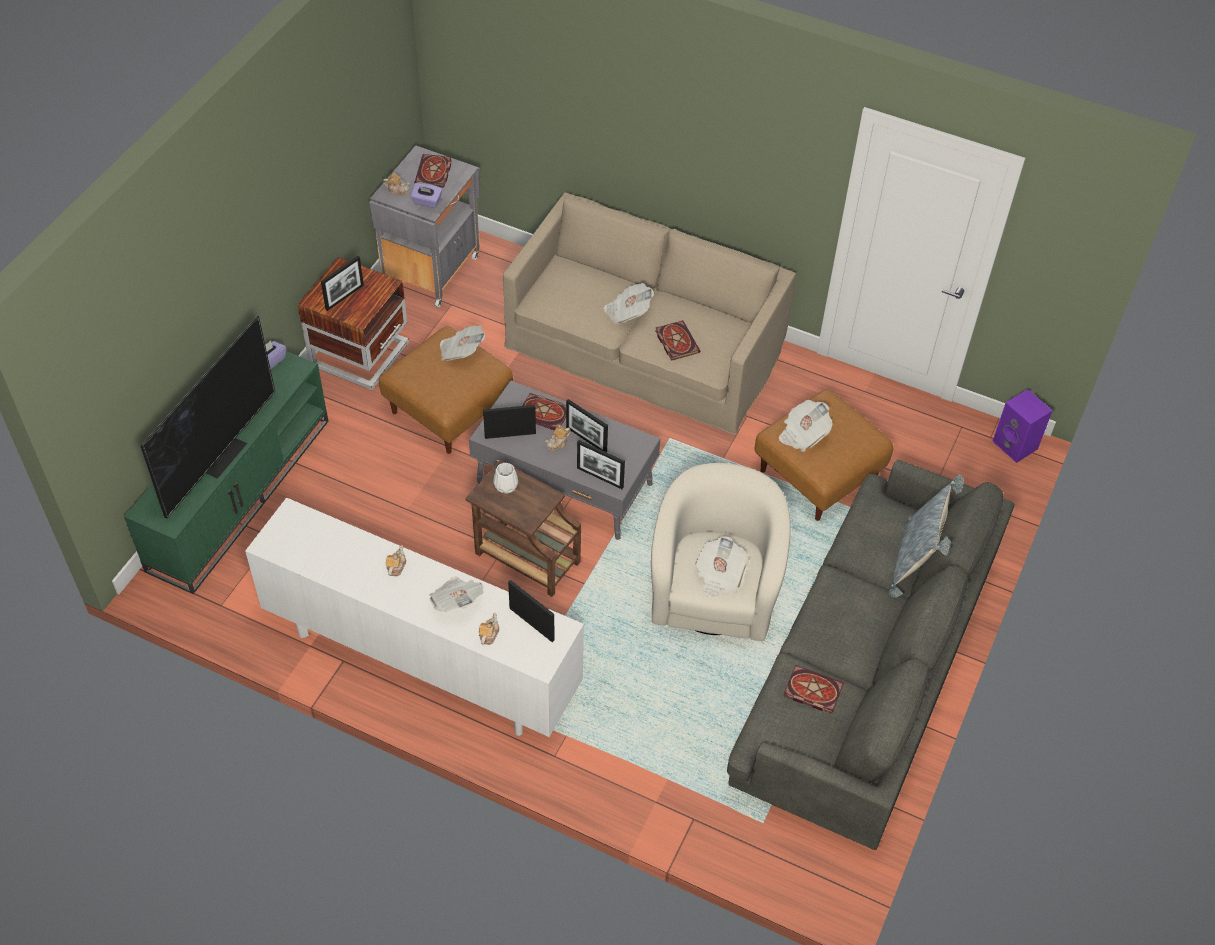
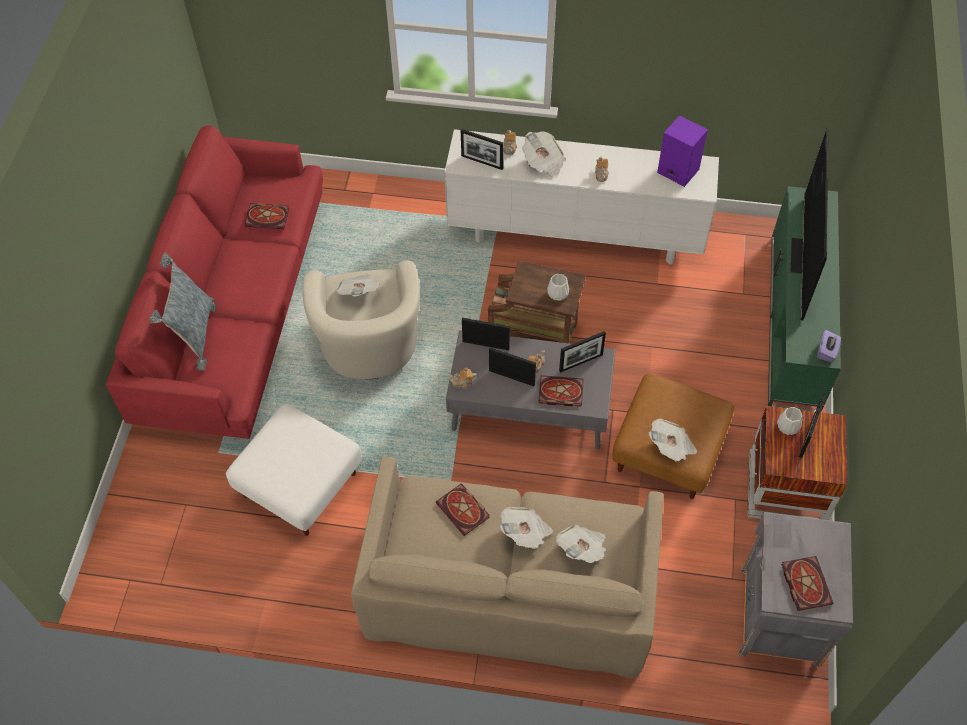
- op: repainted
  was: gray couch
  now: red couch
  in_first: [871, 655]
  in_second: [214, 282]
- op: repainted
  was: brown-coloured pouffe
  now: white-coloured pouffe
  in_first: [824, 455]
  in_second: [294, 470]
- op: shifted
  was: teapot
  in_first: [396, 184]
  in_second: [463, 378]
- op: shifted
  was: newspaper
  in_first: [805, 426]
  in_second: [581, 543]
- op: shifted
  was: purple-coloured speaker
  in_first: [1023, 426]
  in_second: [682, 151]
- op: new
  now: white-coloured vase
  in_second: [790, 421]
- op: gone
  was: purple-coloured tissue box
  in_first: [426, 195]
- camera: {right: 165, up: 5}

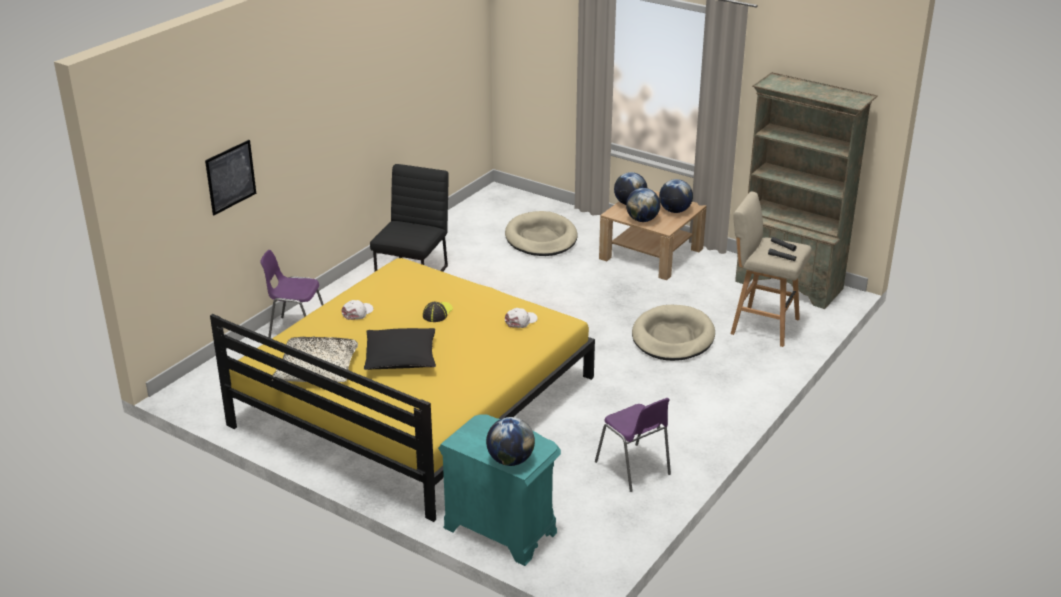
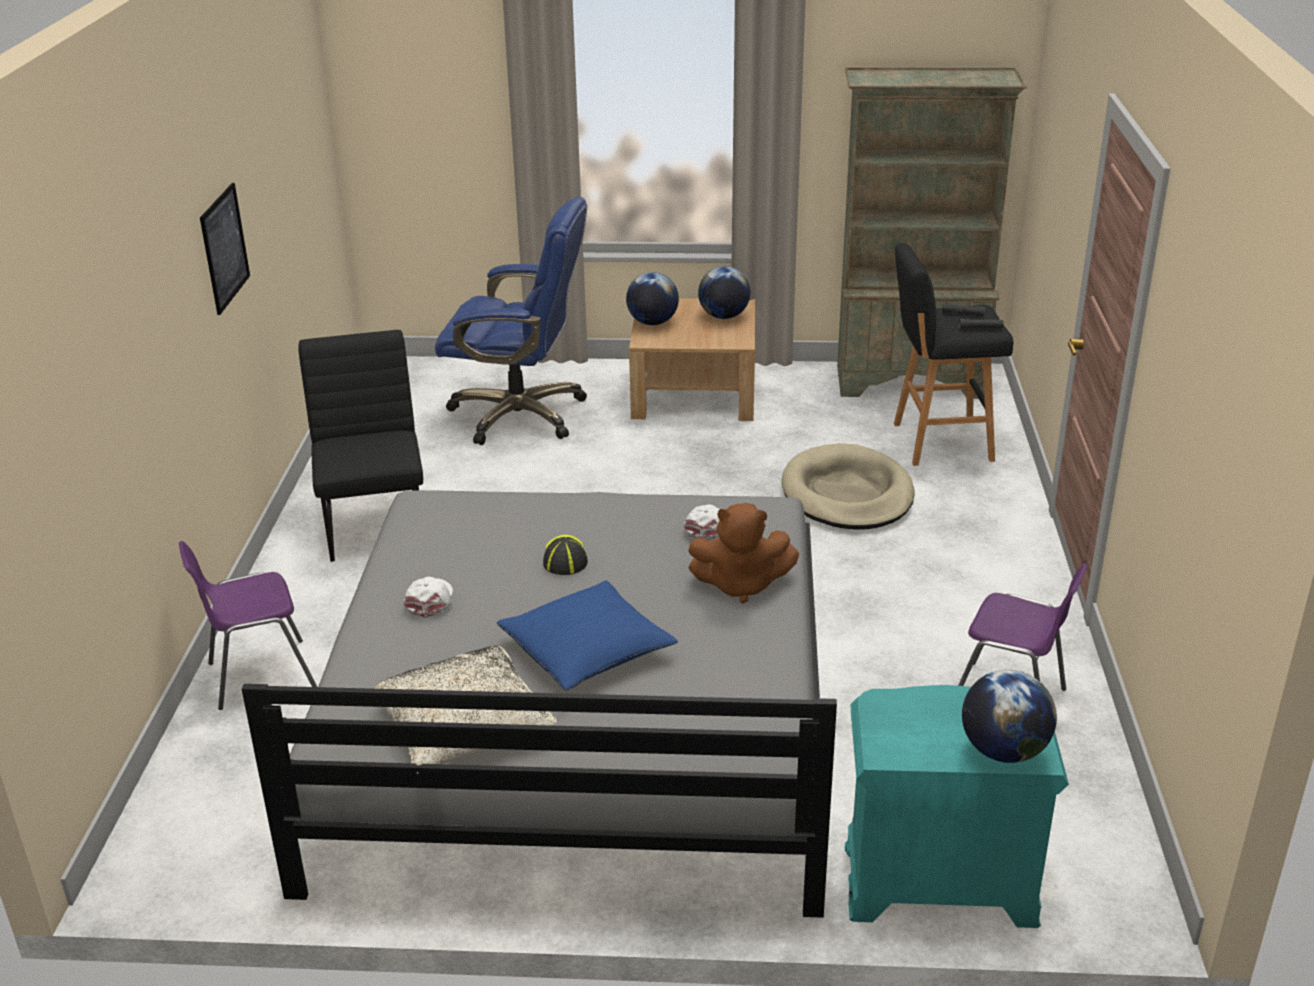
- op: shifted
  was: picture
  in_first: [230, 177]
  in_second: [225, 249]
- op: repainted
  was: yellowish sleeping bed
  now: gray sleeping bed
  in_first: [402, 390]
  in_second: [539, 704]
- op: swapped
  was: beige-coloured pet bed
  now: blue desk chair
  in_first: [541, 233]
  in_second: [511, 321]
- op: repainted
  was: black pillow
  now: blue pillow
  in_first: [400, 349]
  in_second: [587, 635]
- op: new
  now: brown-coloured soft toy
  in_second: [743, 553]
- op: repainted
  was: beige-coloured stool seat
  now: black stool seat
  in_first: [771, 269]
  in_second: [953, 354]
- op: gone
  was: desk globe
  in_first: [643, 205]
- camera: {right: -30, up: 0}

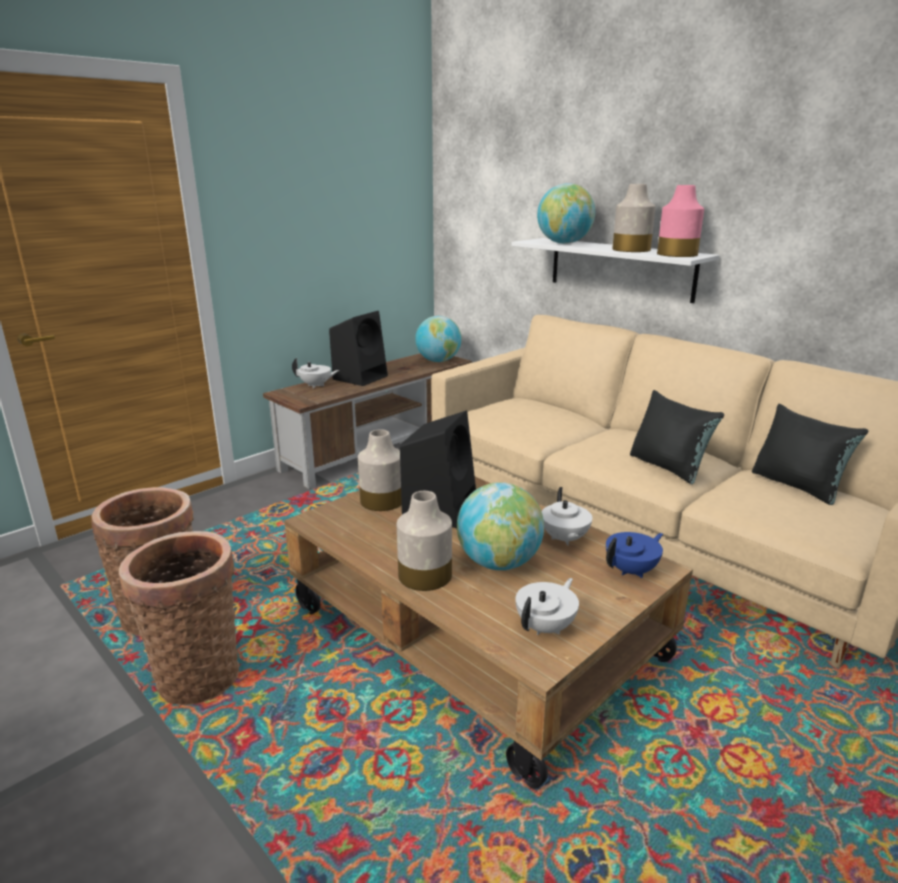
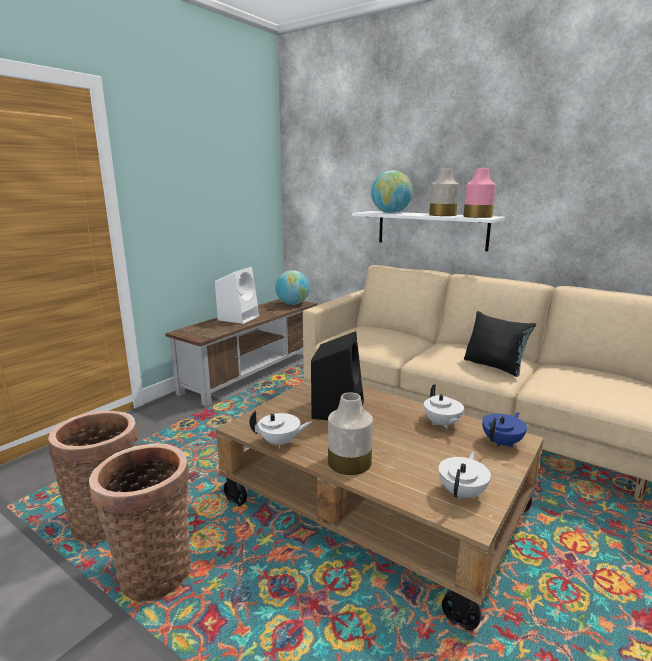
- op: repainted
  was: black speaker
  now: white-coloured speaker
  in_first: [358, 348]
  in_second: [237, 295]
- op: shifted
  was: white-coloured teapot
  in_first: [315, 373]
  in_second: [280, 429]
- op: gone
  was: beige-coloured vase
  in_first: [380, 470]
- op: gone
  was: desk globe
  in_first: [500, 526]
- op: gone
  was: black pillow
  in_first: [810, 454]
- camera: {right: -10, up: -5}

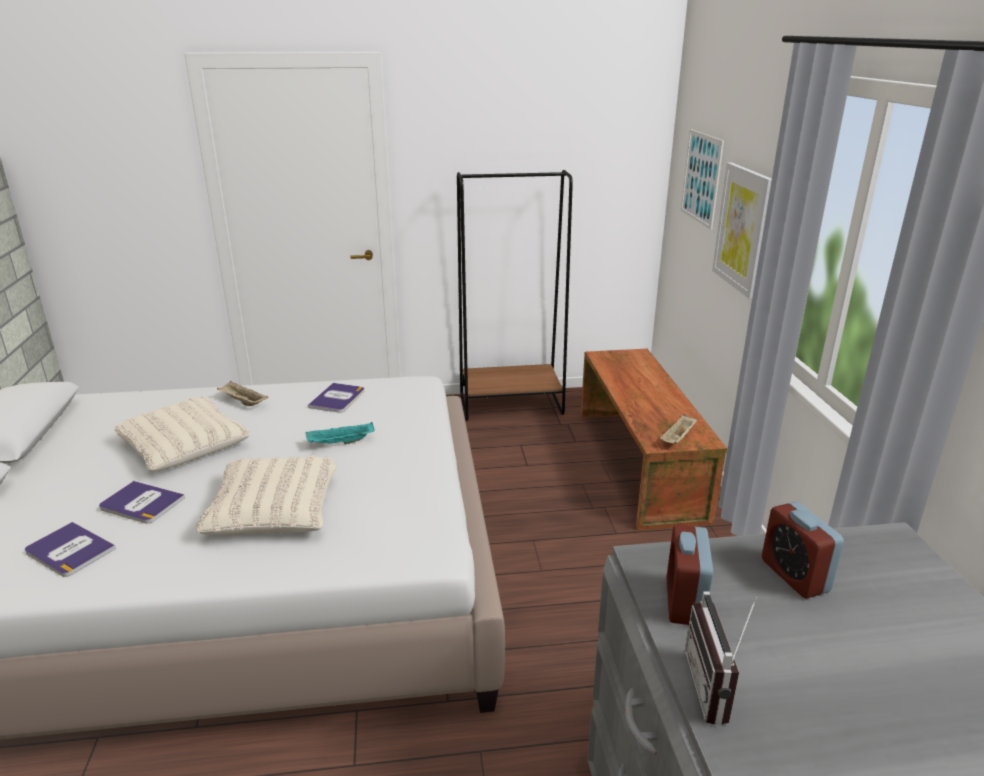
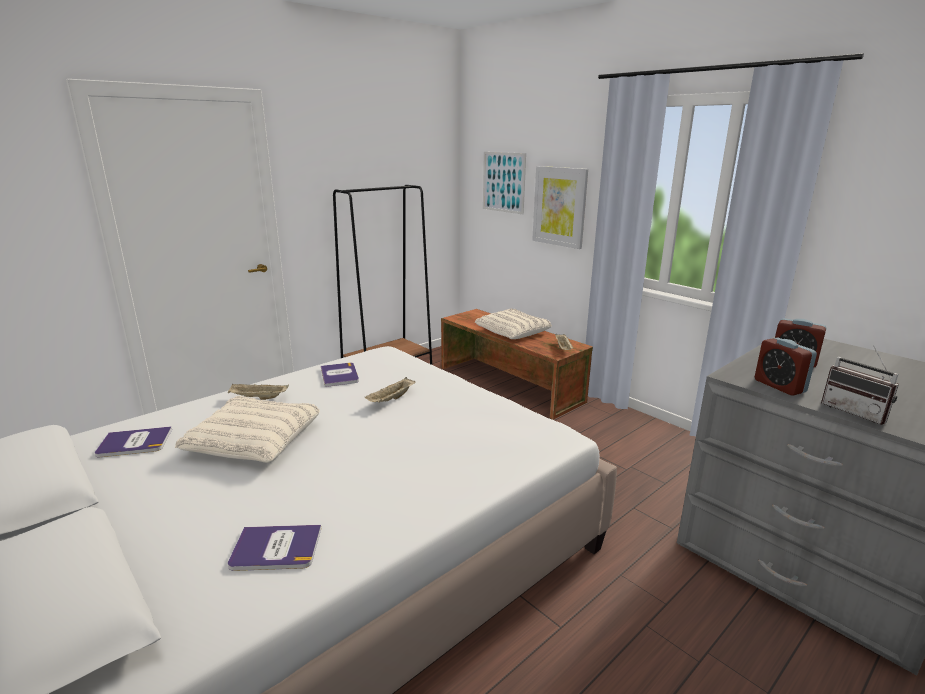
- op: shifted
  was: book
  in_first: [142, 502]
  in_second: [133, 441]
- op: repainted
  was: turquoise serving tray
  now: beige-coloured serving tray
  in_first: [339, 433]
  in_second: [390, 389]
- op: shifted
  was: beige-coloured pillow
  in_first: [266, 495]
  in_second: [513, 323]
- camera: {right: -35, up: -5}

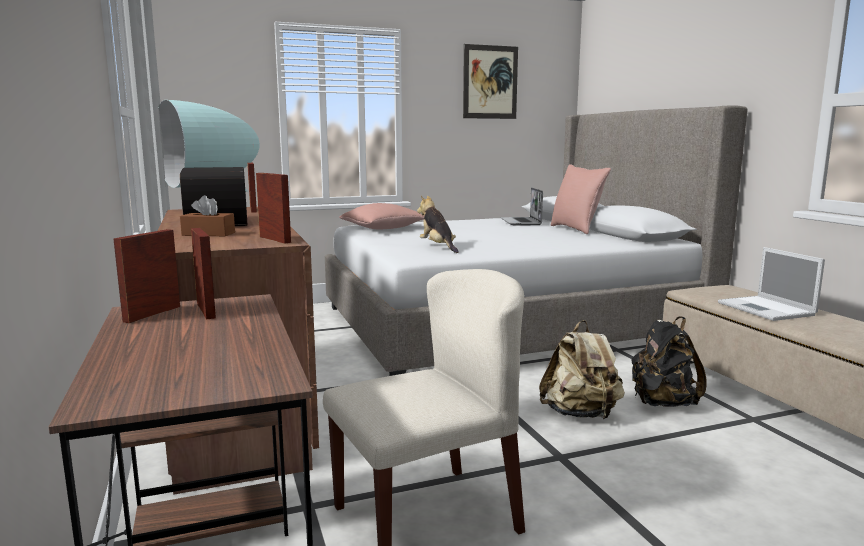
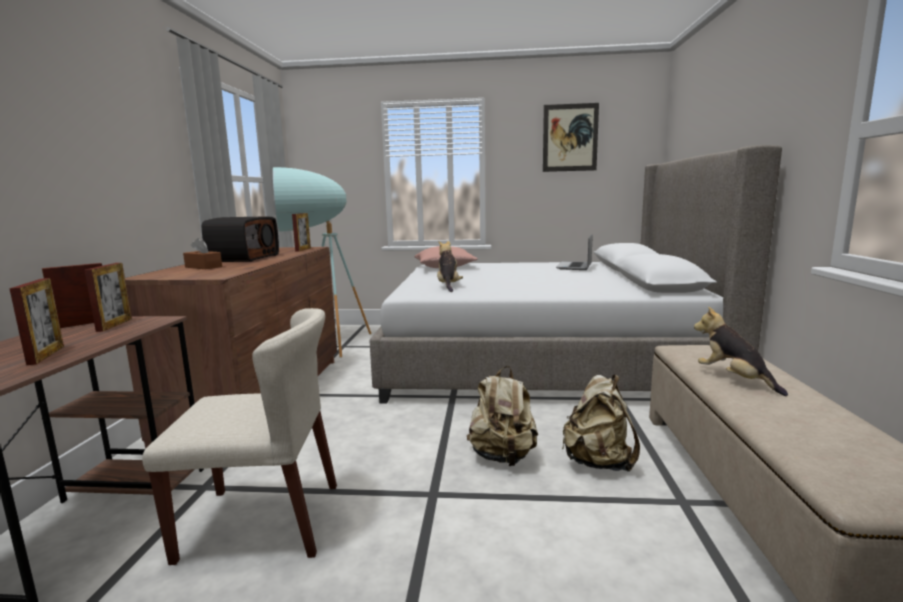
- op: shifted
  was: photo frame
  in_first: [273, 208]
  in_second: [36, 321]
- op: repainted
  was: black knapsack
  now: beige-coloured knapsack
  in_first: [668, 362]
  in_second: [601, 423]
- op: swapped
  was: portable computer
  now: soft toy
  in_first: [771, 284]
  in_second: [741, 351]
- op: gone
  was: pink-coloured pillow
  in_first: [581, 199]
- camera: {right: 25, up: 0}

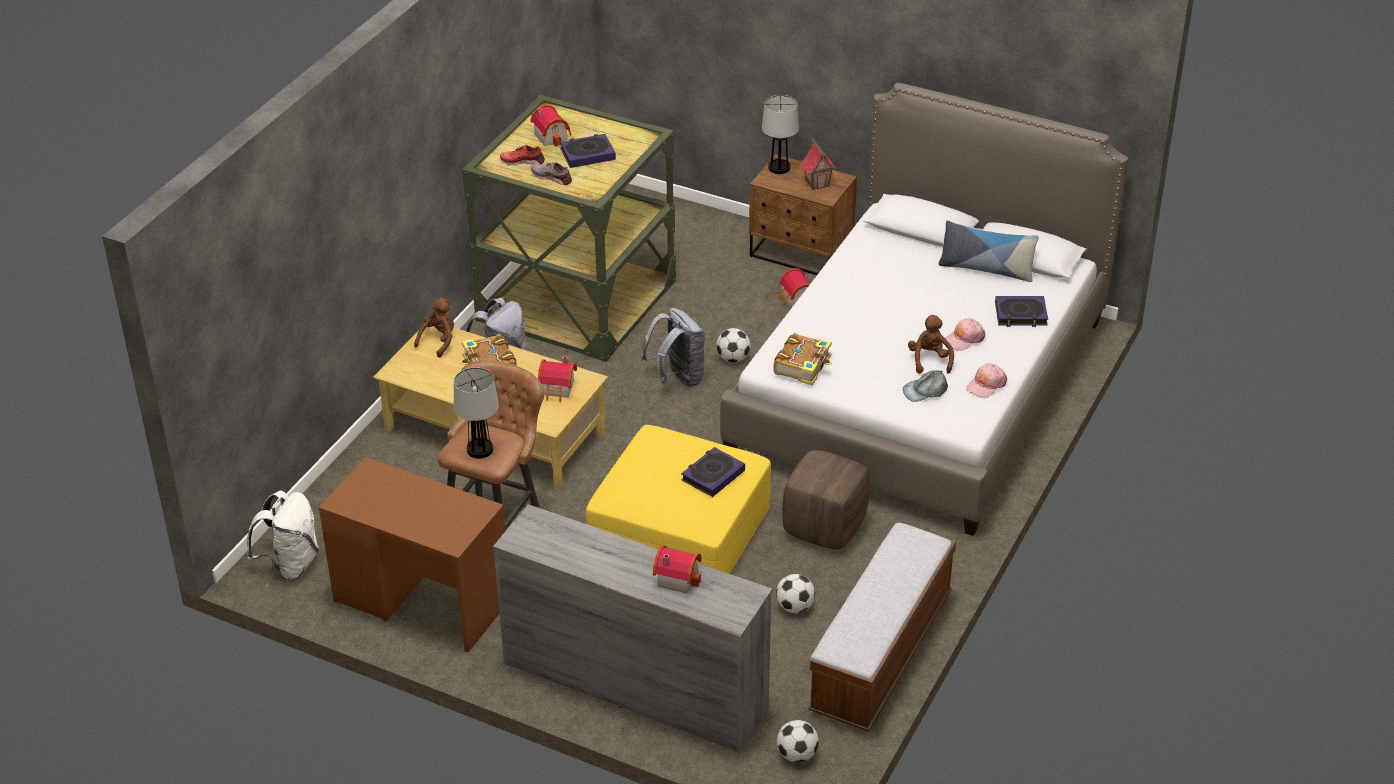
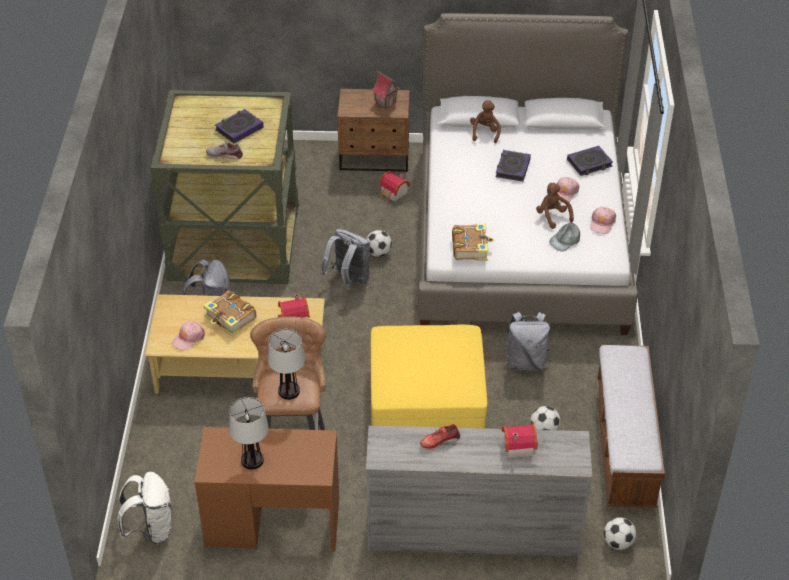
- op: new
  now: pink-coloured cap
  in_second: [188, 336]
- op: shifted
  was: tabletop lamp
  in_first: [780, 134]
  in_second: [249, 433]
- op: shifted
  was: red shoe
  in_first: [522, 155]
  in_second: [440, 437]
- op: shifted
  was: brown-coloured soft toy
  in_first: [434, 328]
  in_second: [485, 121]
- op: shifted
  was: book
  in_first: [713, 472]
  in_second: [513, 166]
- op: swapped
  was: brown-coloured pouffe
  now: gray knapsack
  in_first: [826, 500]
  in_second: [527, 341]
- op: gone
  was: toy house
  in_first: [551, 126]
- op: gone
  was: pillow
  in_first: [988, 251]
- camera: {right: -25, up: 5}

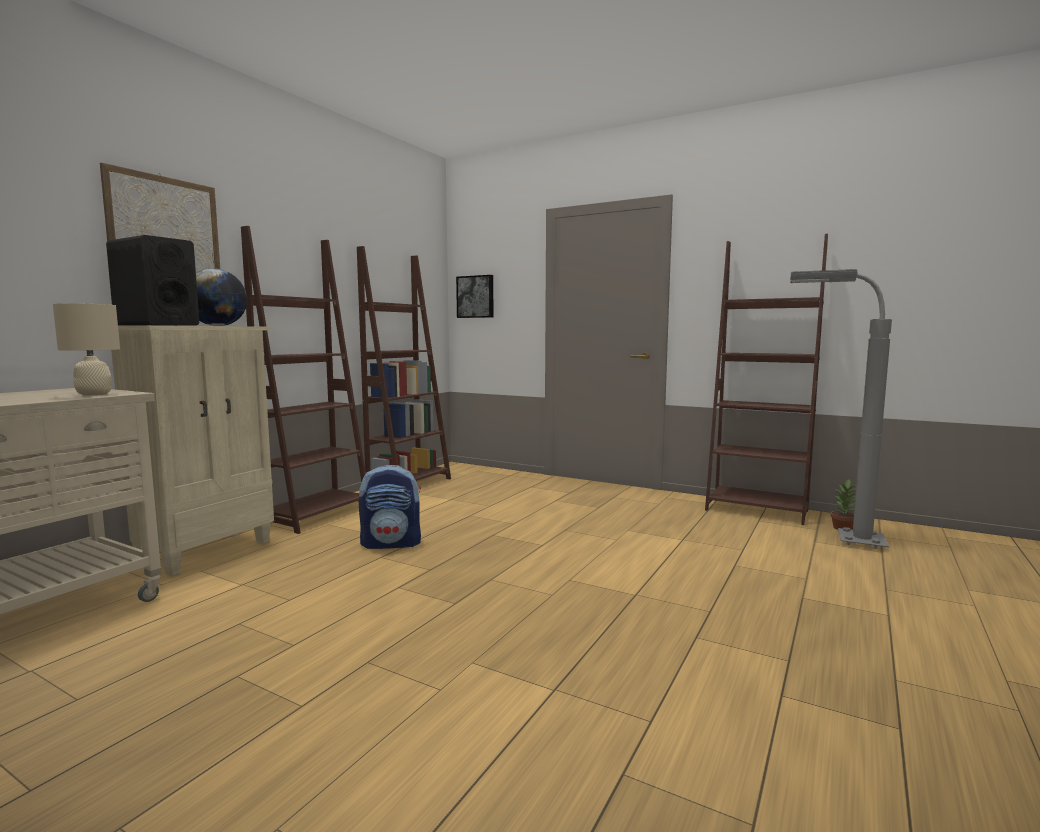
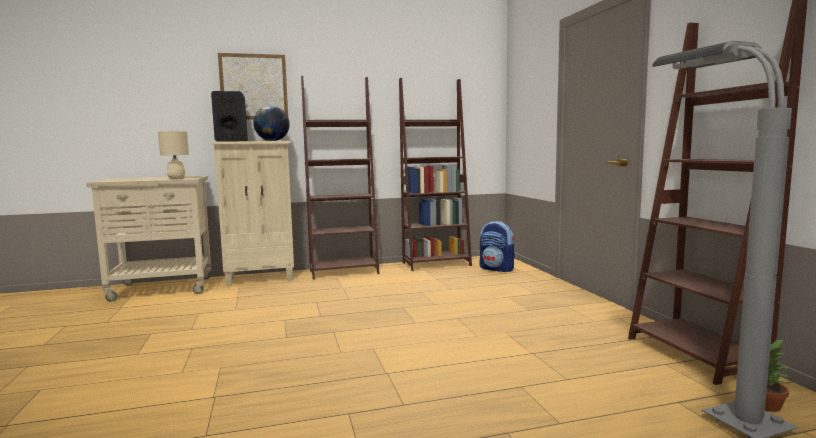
- op: shifted
  was: knapsack
  in_first: [390, 507]
  in_second: [497, 246]
- op: gone
  was: picture
  in_first: [474, 296]
- camera: {right: 45, up: 0}

